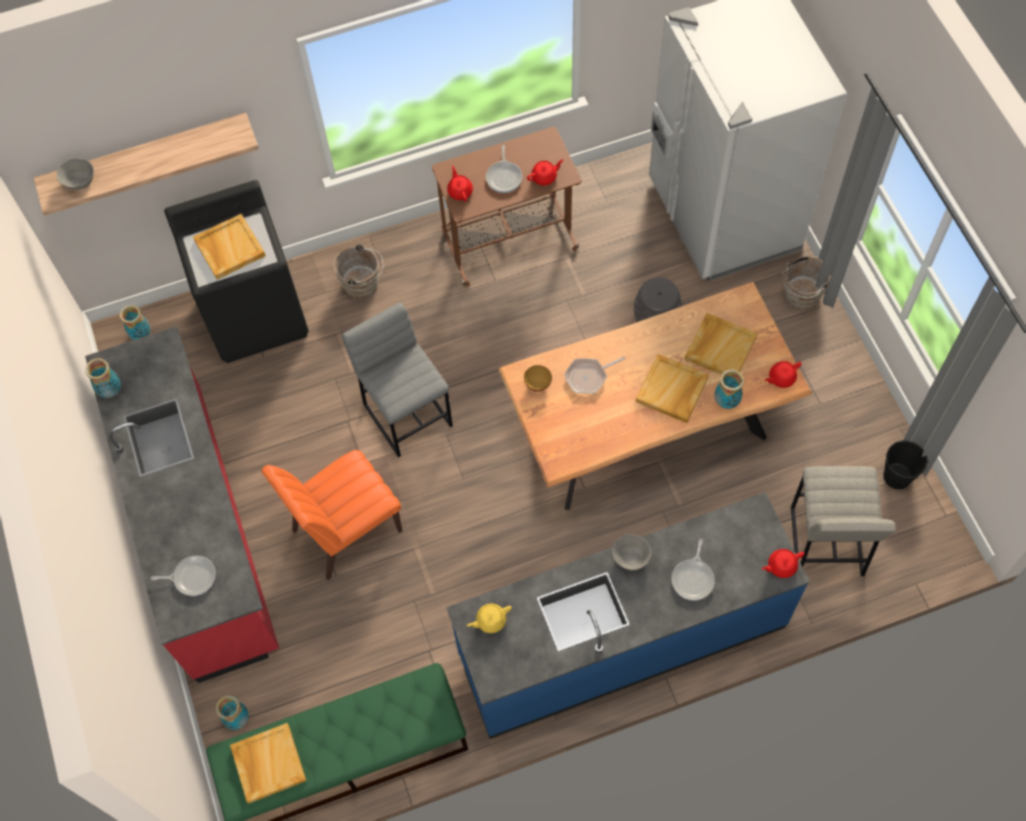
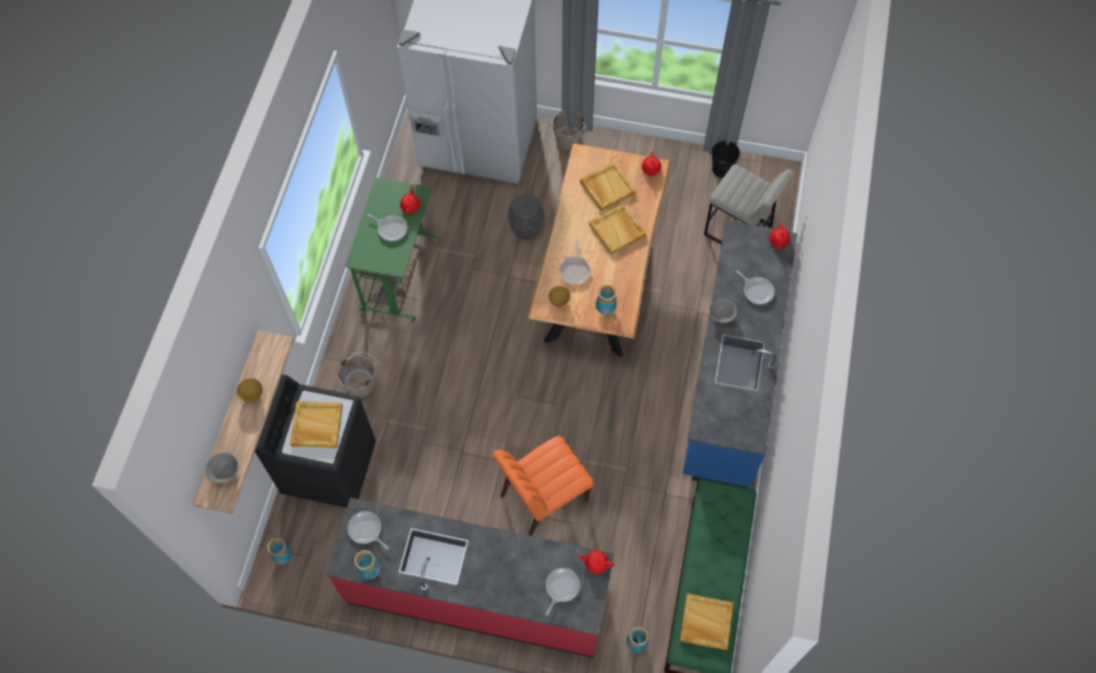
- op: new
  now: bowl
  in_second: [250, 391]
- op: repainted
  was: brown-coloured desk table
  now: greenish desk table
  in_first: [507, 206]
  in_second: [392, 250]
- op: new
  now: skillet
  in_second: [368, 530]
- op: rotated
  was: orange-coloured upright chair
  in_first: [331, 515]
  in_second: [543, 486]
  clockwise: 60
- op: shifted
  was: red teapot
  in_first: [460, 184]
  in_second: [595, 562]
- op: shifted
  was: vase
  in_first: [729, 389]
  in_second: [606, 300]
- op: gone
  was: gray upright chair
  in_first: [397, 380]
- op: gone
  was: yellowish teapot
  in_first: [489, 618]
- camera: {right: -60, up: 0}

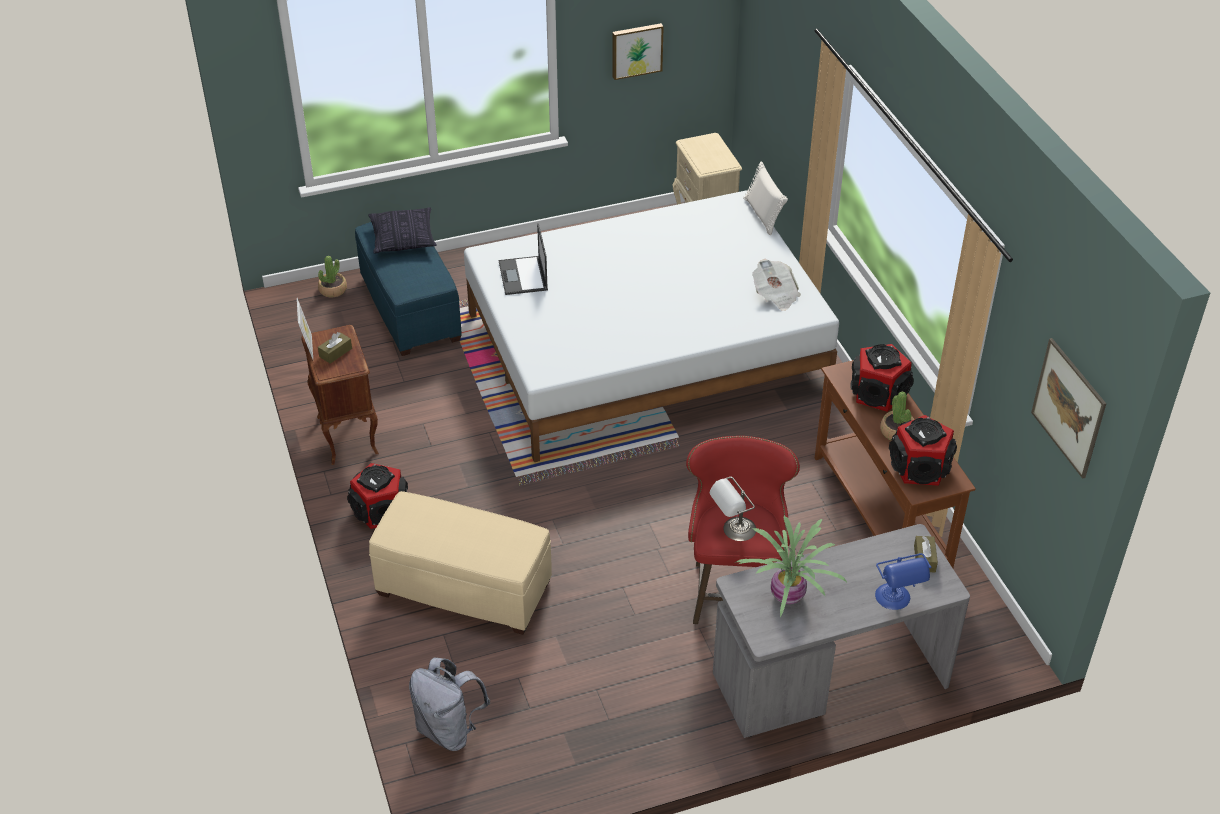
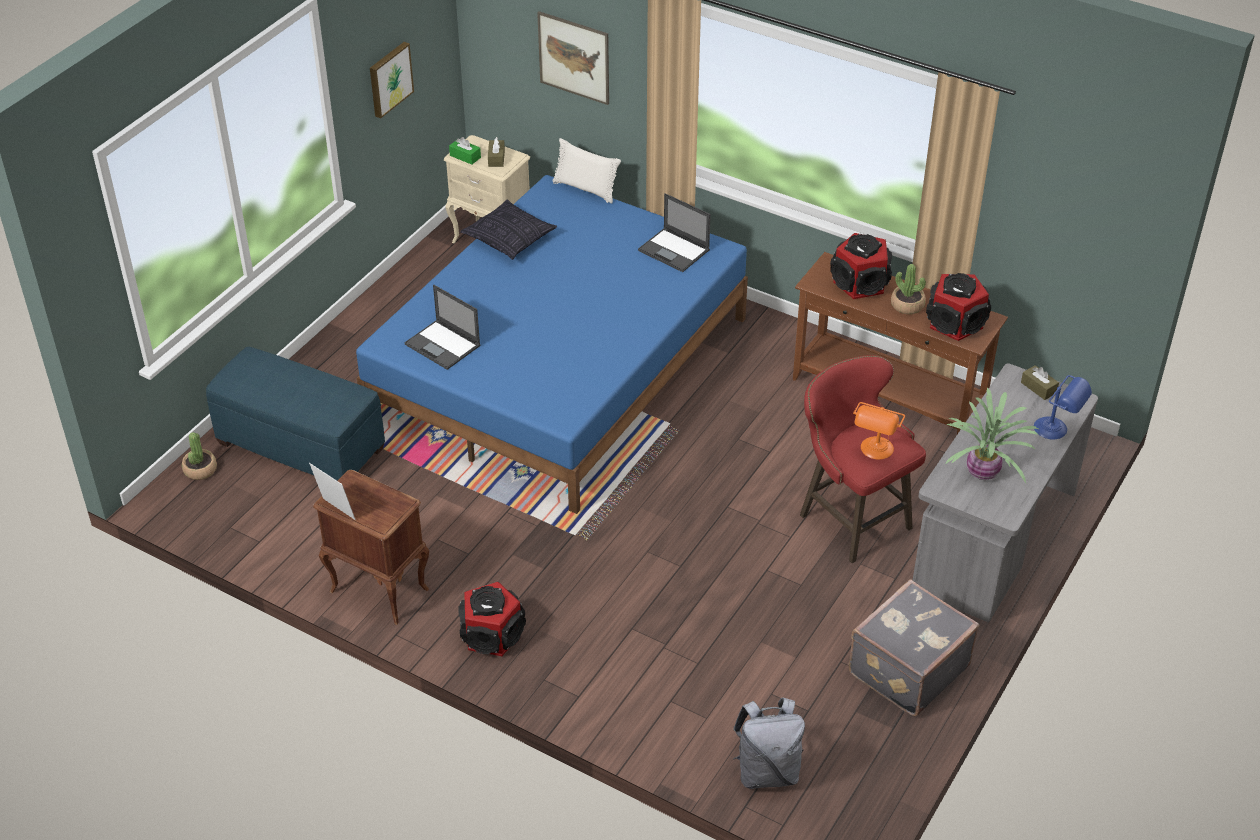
- op: repainted
  was: white-coloured sleeping bed
  now: blue sleeping bed
  in_first: [651, 326]
  in_second: [552, 344]
- op: new
  now: greenish tissue box
  in_second: [465, 151]
- op: shifted
  was: pillow
  in_first: [402, 230]
  in_second: [508, 230]
- op: shifted
  was: brown-coloured tissue box
  in_first: [335, 348]
  in_second: [496, 152]
- op: shifted
  was: picture
  in_first: [1068, 408]
  in_second: [573, 58]
- op: swapped
  was: newspaper
  now: portable computer
  in_first: [776, 285]
  in_second: [674, 232]
- op: new
  now: gray travel case
  in_second: [913, 648]
- op: repainted
  was: white-coloured tabletop lamp
  now: orange-coloured tabletop lamp
  in_first: [733, 509]
  in_second: [879, 430]
- op: gone
  was: beige-coloured pouffe
  in_first: [460, 563]
- camera: {right: -40, up: 0}

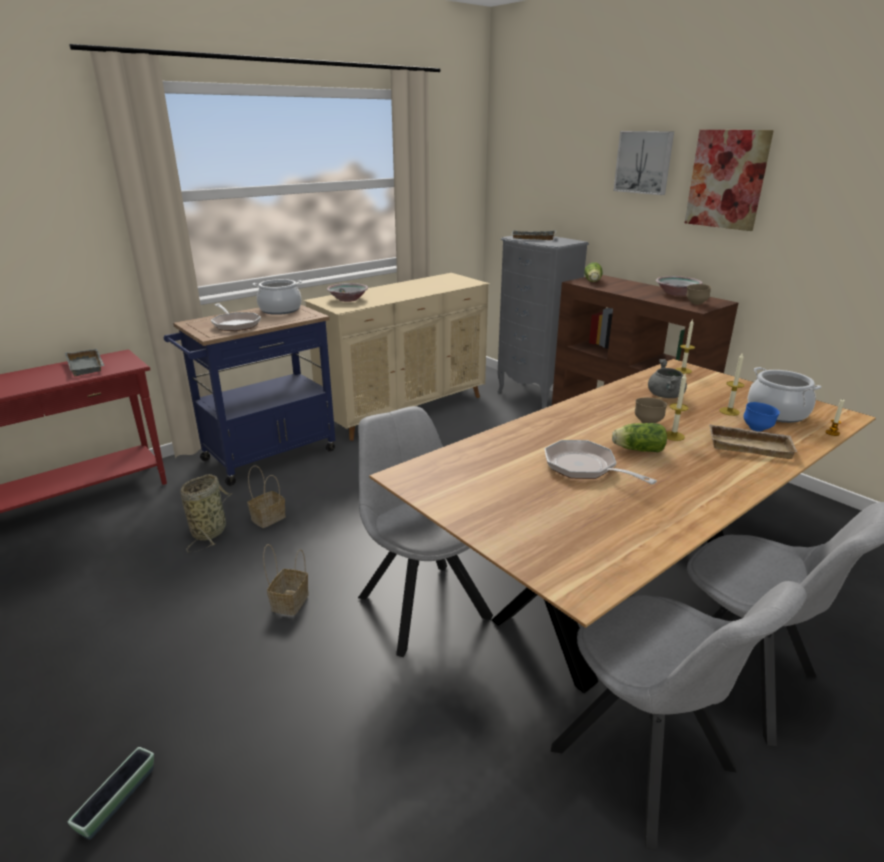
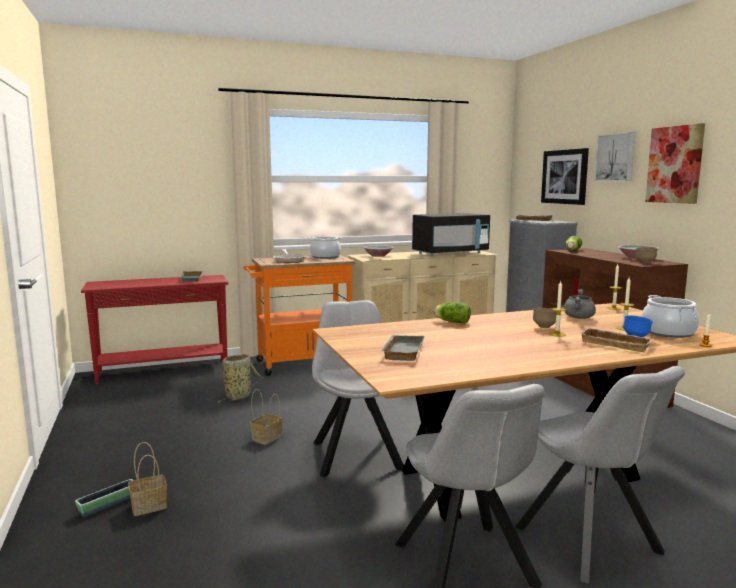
- op: shifted
  was: storage basket
  in_first: [266, 497]
  in_second: [148, 479]
- op: repainted
  was: blue cart
  now: orange-coloured cart
  in_first: [249, 395]
  in_second: [299, 315]
- op: new
  now: gray serving tray
  in_second: [403, 348]
- op: new
  now: black microwave oven
  in_second: [451, 234]
- op: shifted
  was: lettuce head
  in_first: [639, 437]
  in_second: [452, 313]
- op: new
  now: picture
  in_second: [565, 176]
- op: gone
  was: skillet
  in_first: [600, 462]
- camera: {right: 20, up: -15}

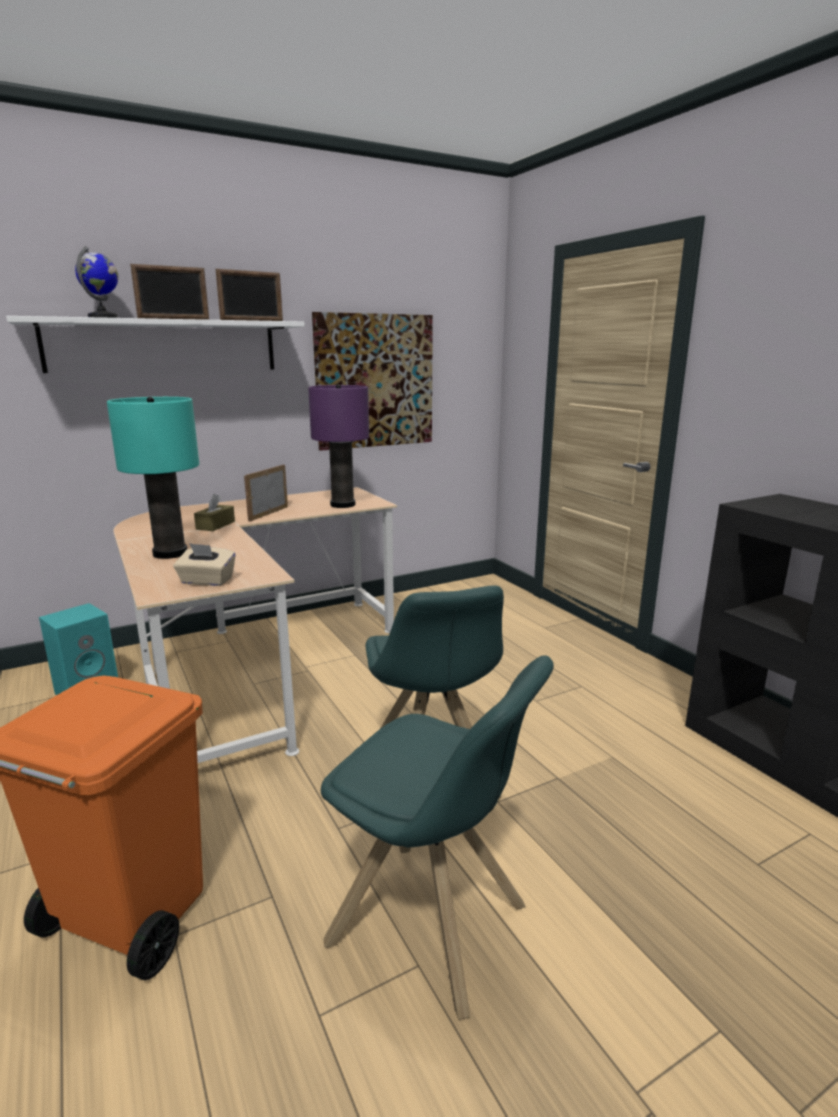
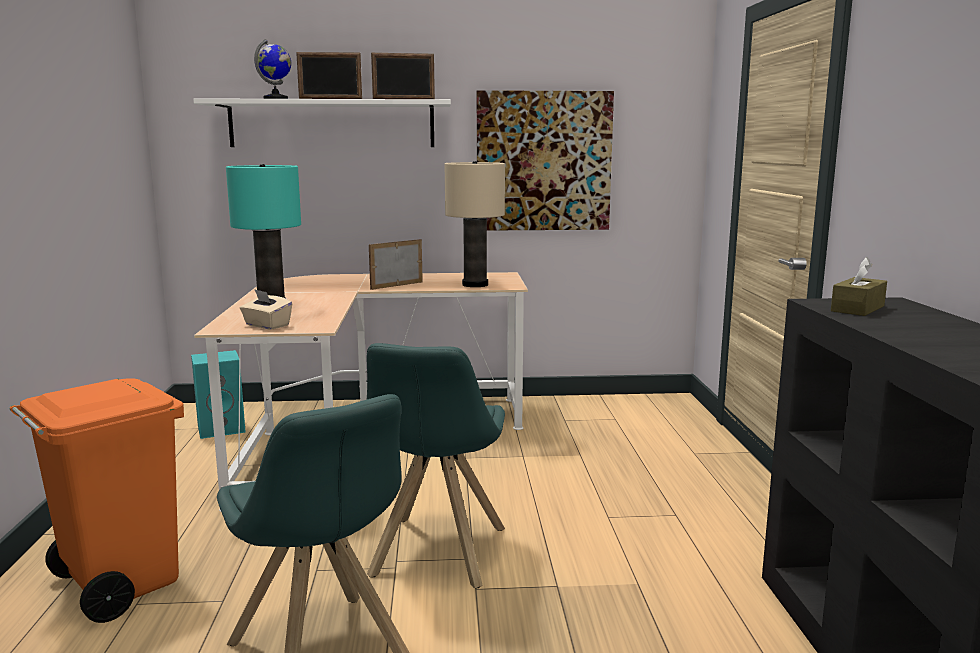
- op: repainted
  was: purple-coloured tabletop lamp
  now: beige-coloured tabletop lamp
  in_first: [338, 446]
  in_second: [475, 224]
- op: shifted
  was: brown-coloured tissue box
  in_first: [214, 512]
  in_second: [859, 286]
- camera: {right: 25, up: -5}

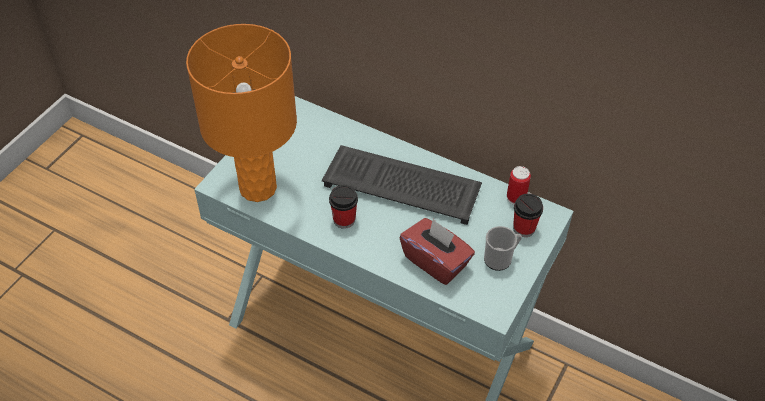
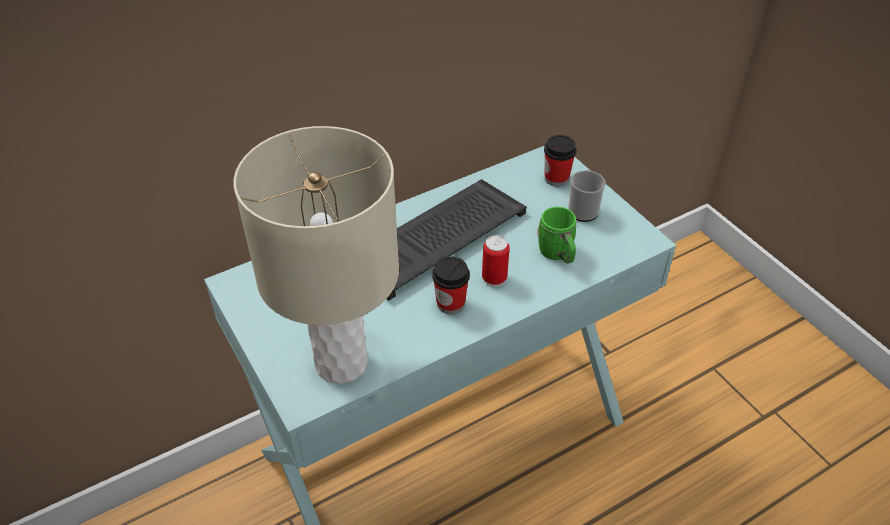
- op: repainted
  was: orange-coloured tabletop lamp
  now: beige-coloured tabletop lamp
  in_first: [241, 113]
  in_second: [316, 255]
- op: shifted
  was: can
  in_first: [519, 185]
  in_second: [496, 261]
- op: swapped
  was: red tissue box
  now: greenish tea mug
  in_first: [437, 251]
  in_second: [556, 235]
- camera: {right: -60, up: -5}

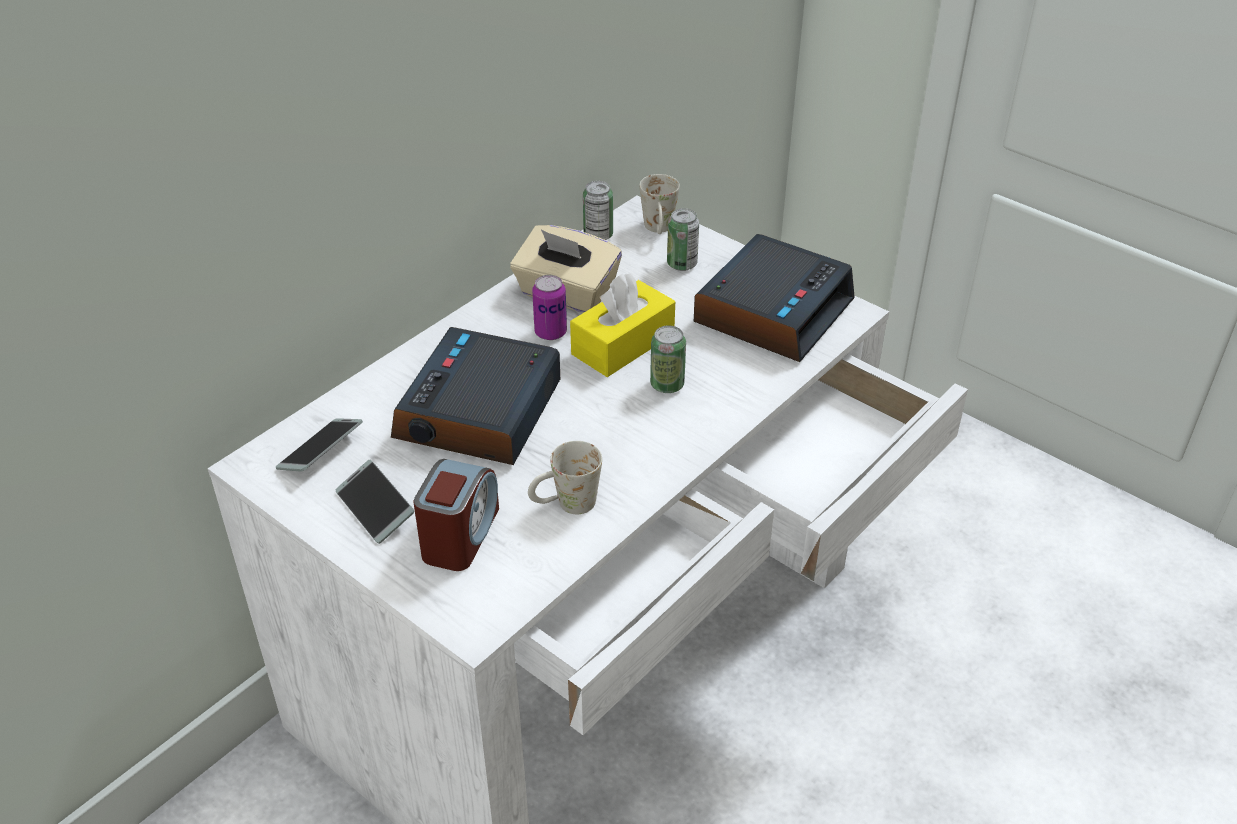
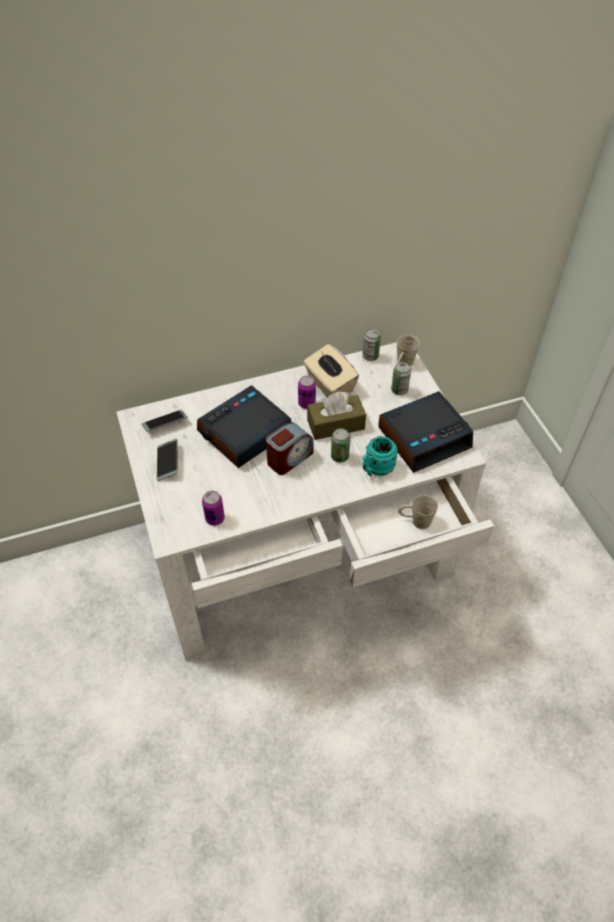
- op: new
  now: can
  in_second: [213, 508]
- op: shifted
  was: bedside clock
  in_first: [456, 515]
  in_second: [289, 448]
- op: repainted
  was: yellowish tissue box
  now: brown-coloured tissue box
  in_first: [622, 325]
  in_second: [336, 415]
- op: new
  now: turquoise tea mug
  in_second: [380, 456]
- op: shifted
  was: white-coloured tea mug
  in_first: [565, 477]
  in_second: [418, 512]
- camera: {right: 30, up: 10}

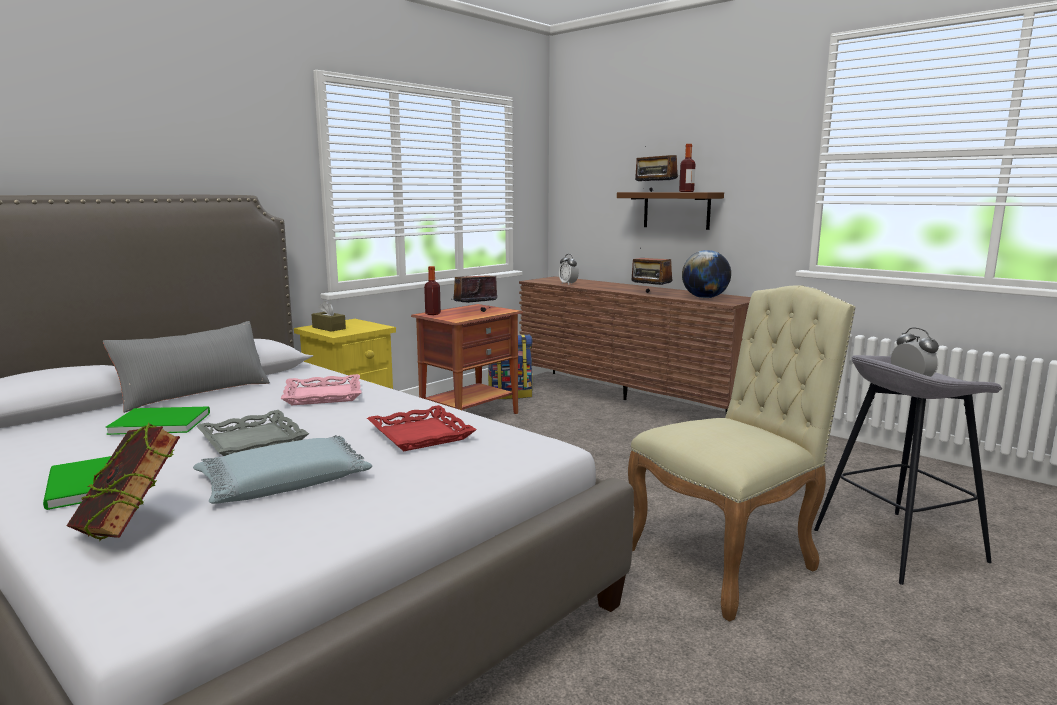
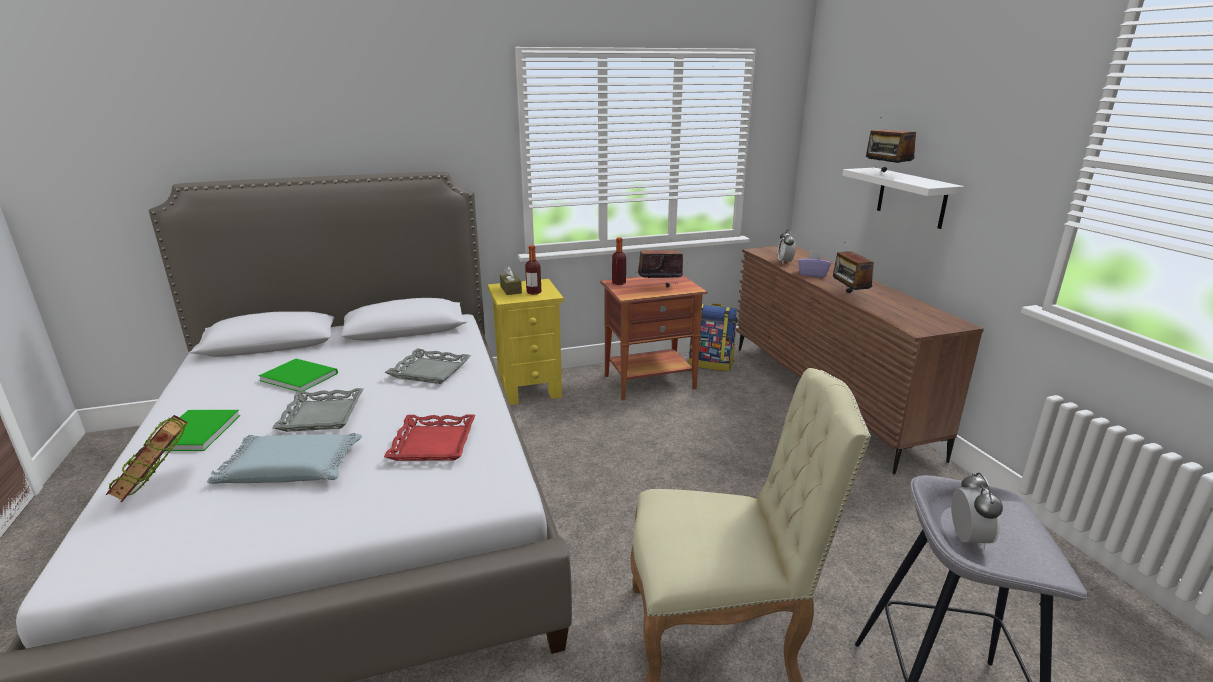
- op: repainted
  was: pink-coloured serving tray
  now: gray serving tray
  in_first: [321, 389]
  in_second: [428, 366]
- op: shifted
  was: bottle
  in_first: [687, 168]
  in_second: [533, 270]
- op: new
  now: purple-coloured tissue box
  in_second: [814, 263]
- op: repainted
  was: brown-coloured bracket shelf
  now: white-coloured bracket shelf
  in_first: [670, 211]
  in_second: [903, 198]
- op: gone
  was: gray pillow
  in_first: [186, 367]
- op: gone
  was: desk globe
  in_first: [706, 274]
- camera: {right: 30, up: 10}

